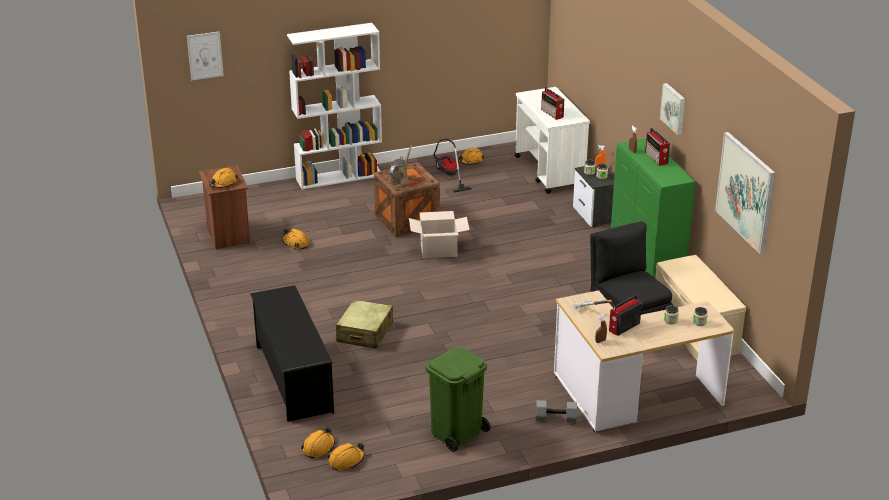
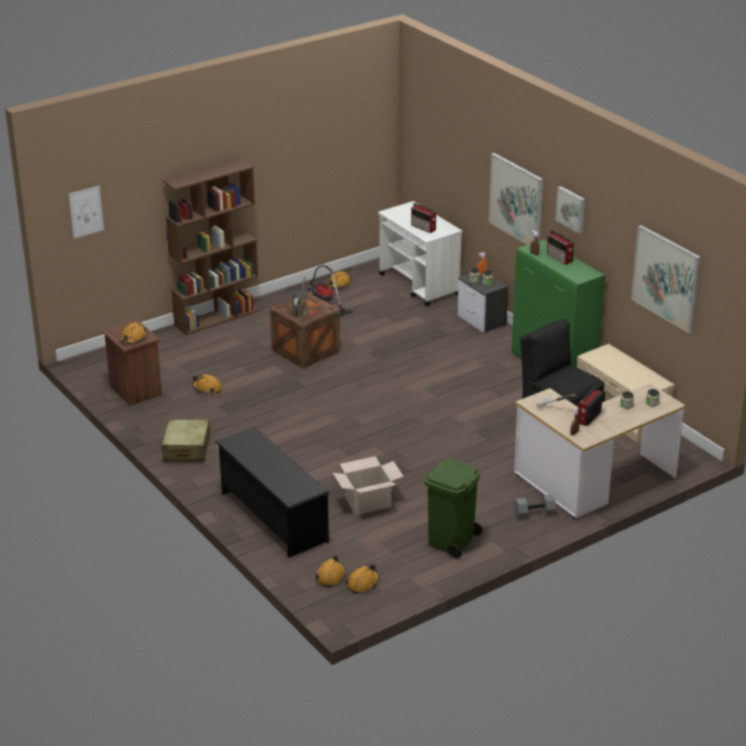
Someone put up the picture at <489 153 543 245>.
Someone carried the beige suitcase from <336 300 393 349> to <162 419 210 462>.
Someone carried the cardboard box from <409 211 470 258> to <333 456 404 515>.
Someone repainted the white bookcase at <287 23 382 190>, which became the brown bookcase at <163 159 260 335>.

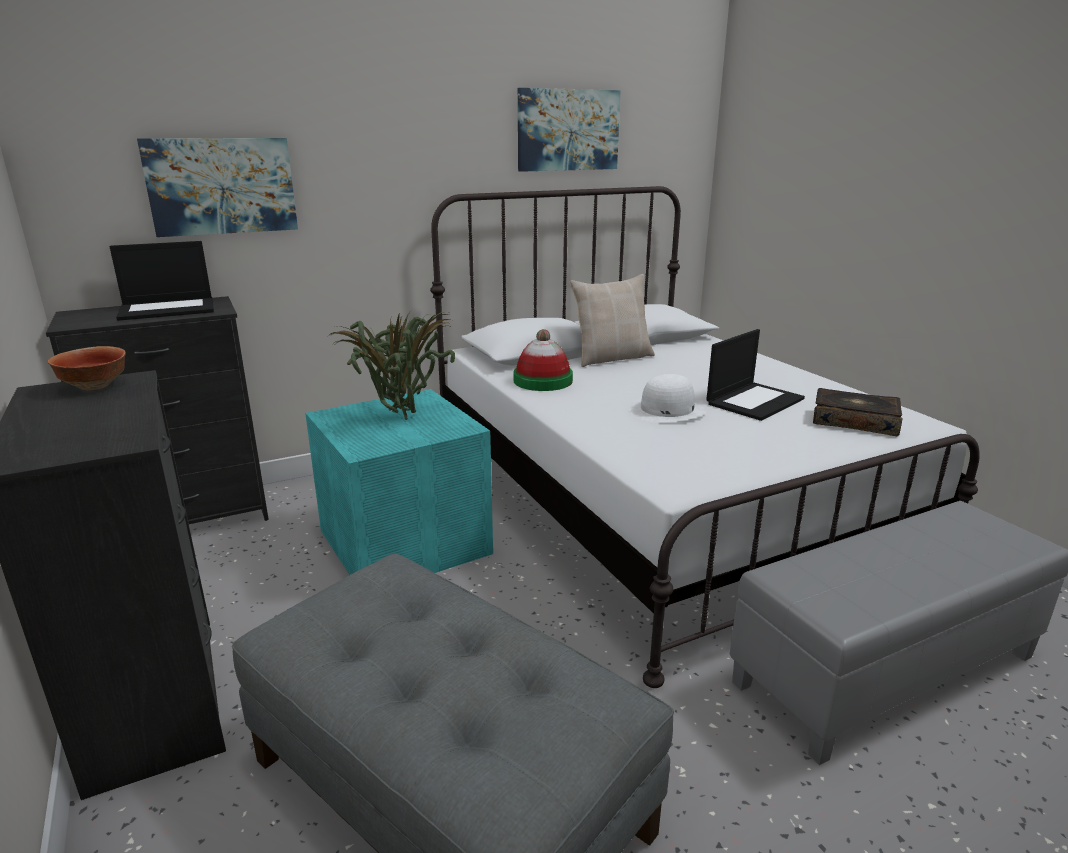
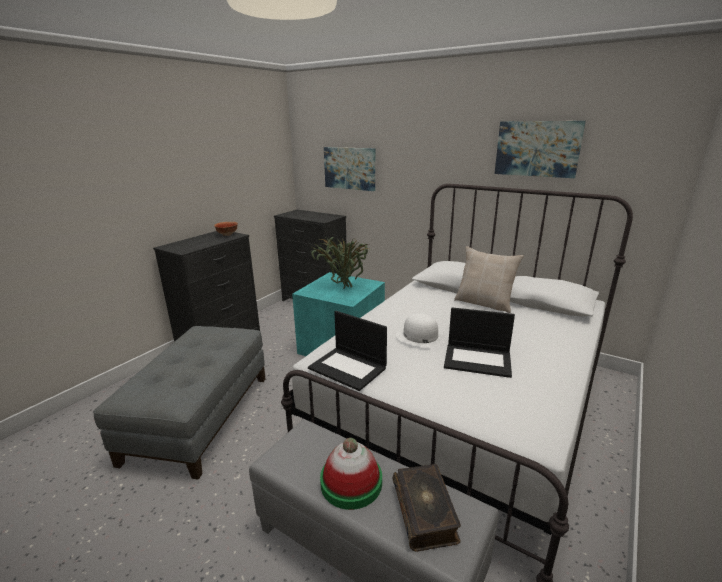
Someone carried the laptop from <110 241 214 321> to <308 311 387 391>.
Someone carried the hat from <513 329 573 391> to <320 438 382 510>.
Someone carried the book from <813 388 902 436> to <393 464 461 552>.

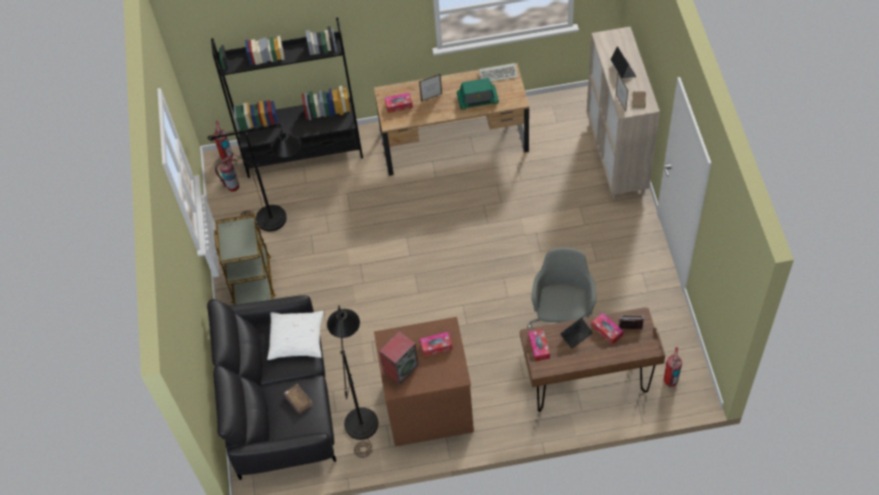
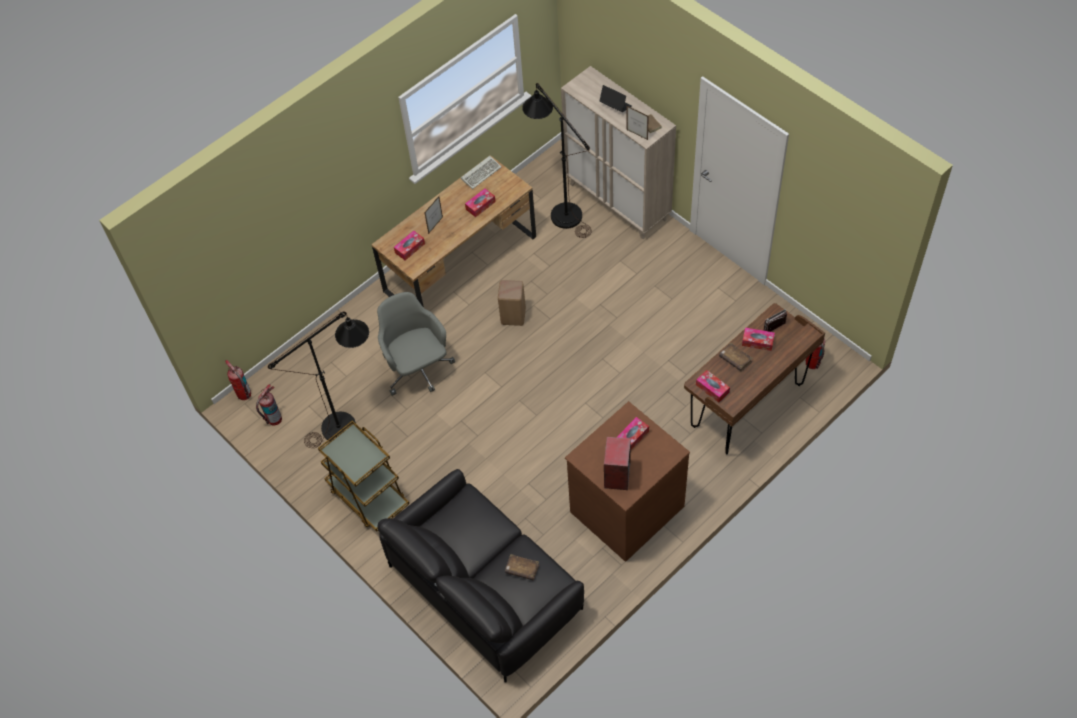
Someone took away the black bookcase at <211 17 363 178>.
Someone took away the white pillow at <267 311 324 360>.
Someone put down the beige stool at <498 280 526 326>.
Someone carried the black floor lamp from <327 305 378 458> to <522 83 592 238>.
Someone carried the grey office chair from <527 247 596 328> to <377 292 455 396>.
Someone swapped the radio at <457 78 499 110> for the tissue box at <465 188 496 217>.
Someone swapped the laptop at <560 315 593 349> for the brown book at <719 343 753 371>.

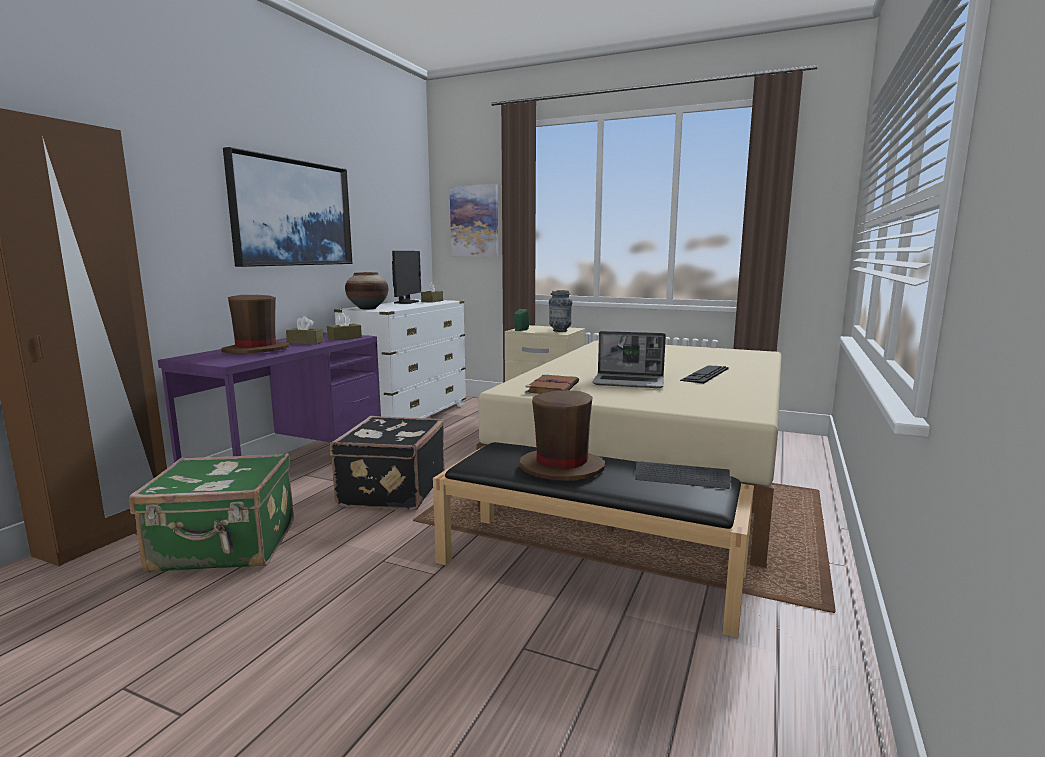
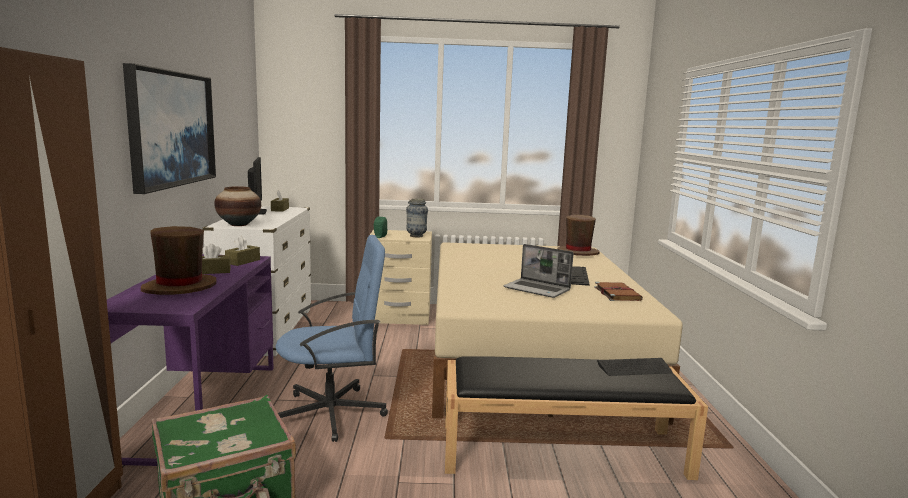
Someone took away the picture at <450 184 498 257>.
Someone carried the brown hat from <520 390 605 481> to <557 215 600 256>.
Someone carried the brown book from <525 374 579 394> to <594 282 643 301>.
Someone swapped the black suitcase at <330 416 445 511> for the blue office chair at <275 235 388 442>.
Someone rotated the laptop at <592 331 666 388> by 45 degrees clockwise.

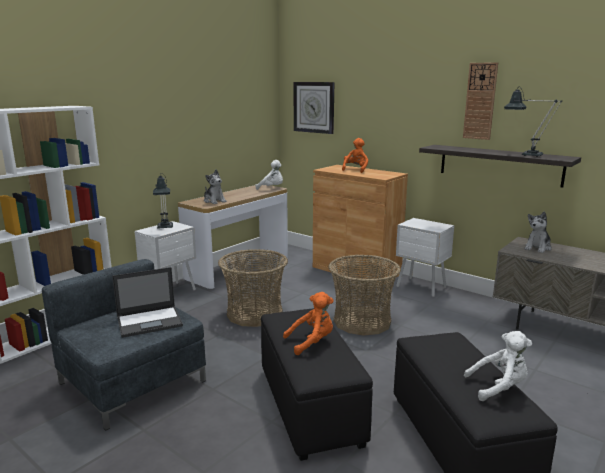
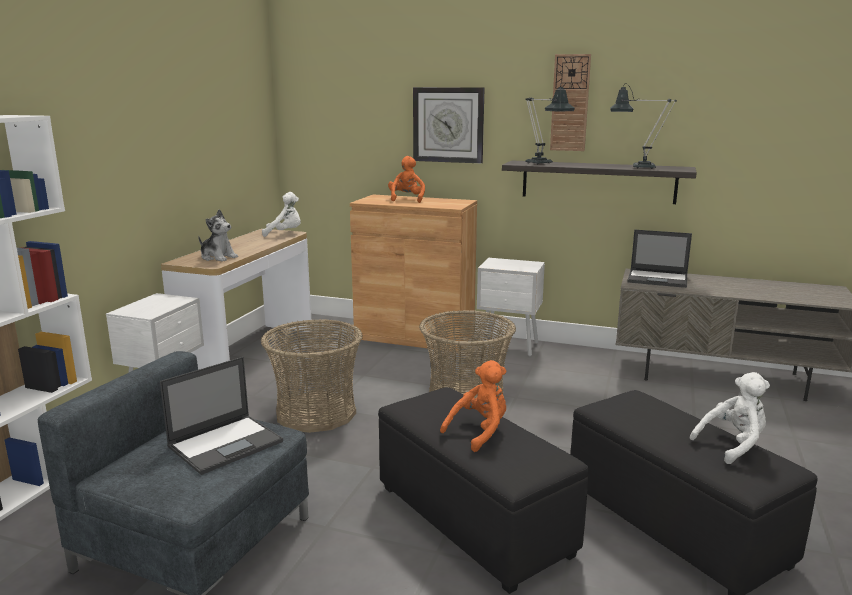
Someone carried the table lamp from <153 173 173 229> to <525 84 575 165>.
Someone carried the wall clock from <294 82 334 134> to <413 87 485 163>.
Someone swapped the plush toy at <525 211 552 253> for the laptop at <627 229 692 288>.

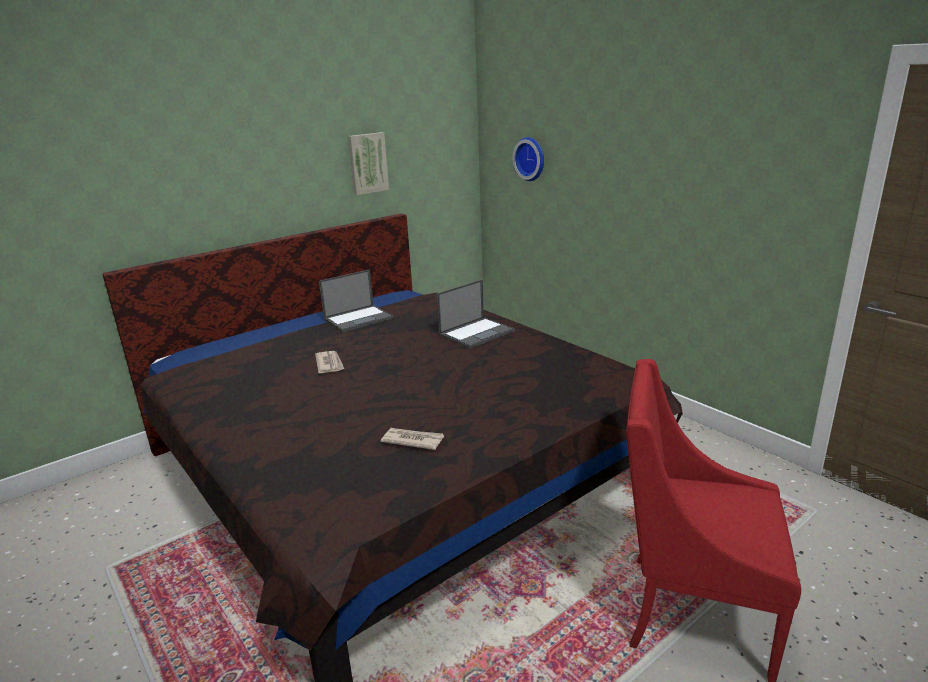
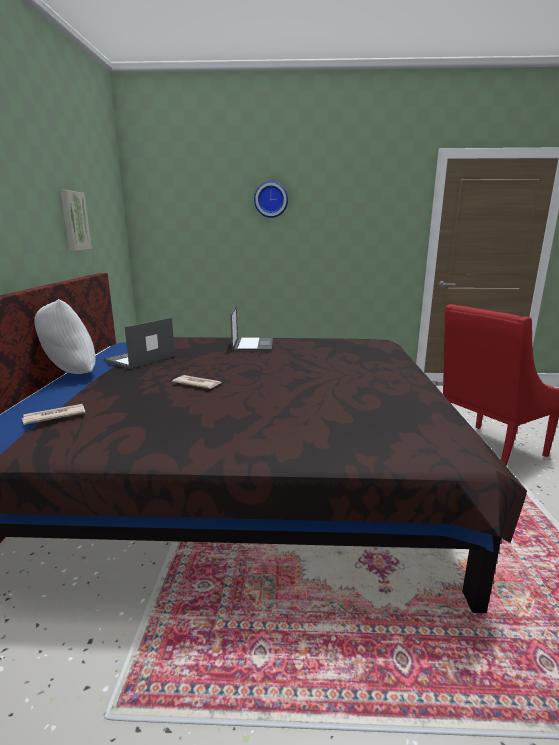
Someone put down the white pillow at <34 299 96 374>.
Someone carried the newspaper from <381 428 444 450> to <22 404 86 425>.
Someone carried the wall clock from <513 137 544 181> to <254 181 288 218>.
Someone rotated the laptop at <319 269 393 333> by 150 degrees counterclockwise.

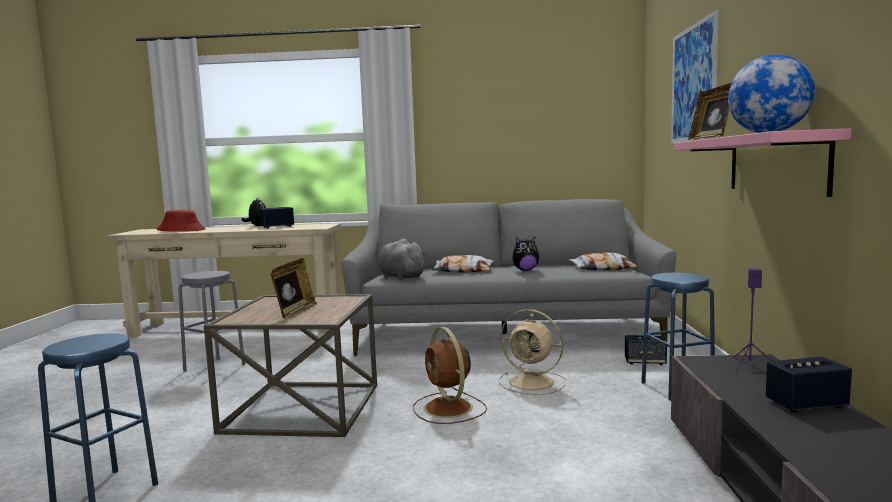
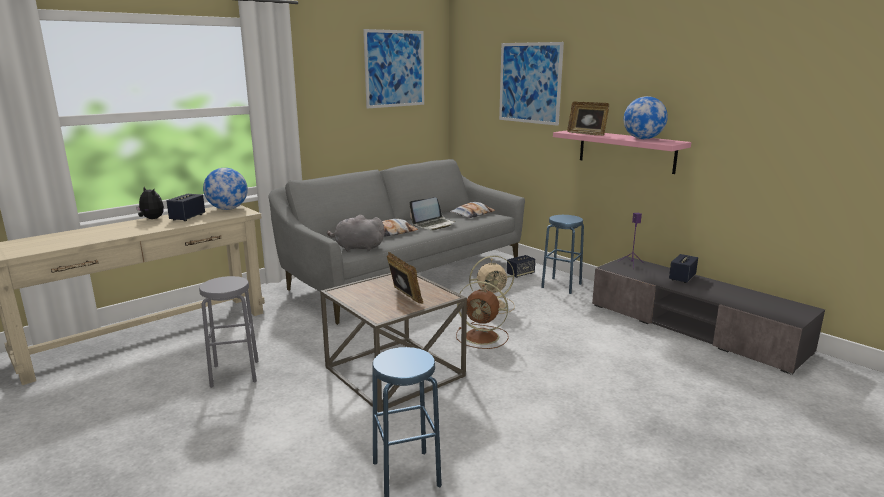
Someone took away the red hat at <156 210 206 232>.
Someone put down the globe at <203 168 248 210>.
Someone put up the picture at <363 29 424 109>.
Someone swapped the plush toy at <513 237 539 271> for the laptop at <410 197 455 231>.

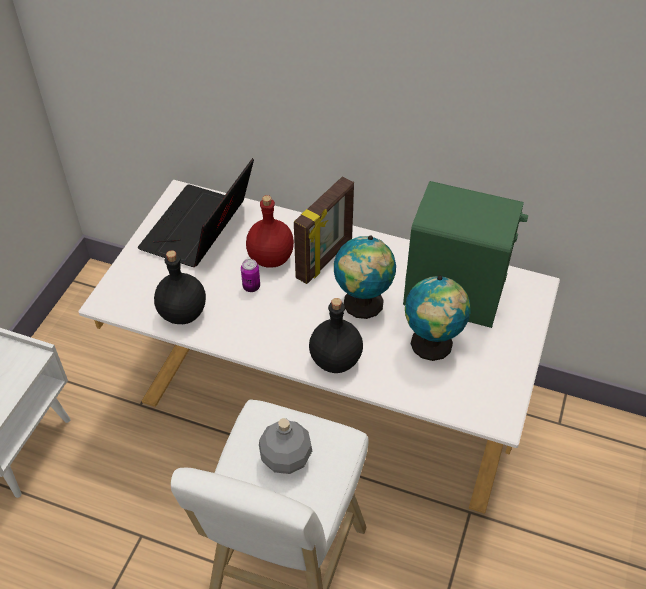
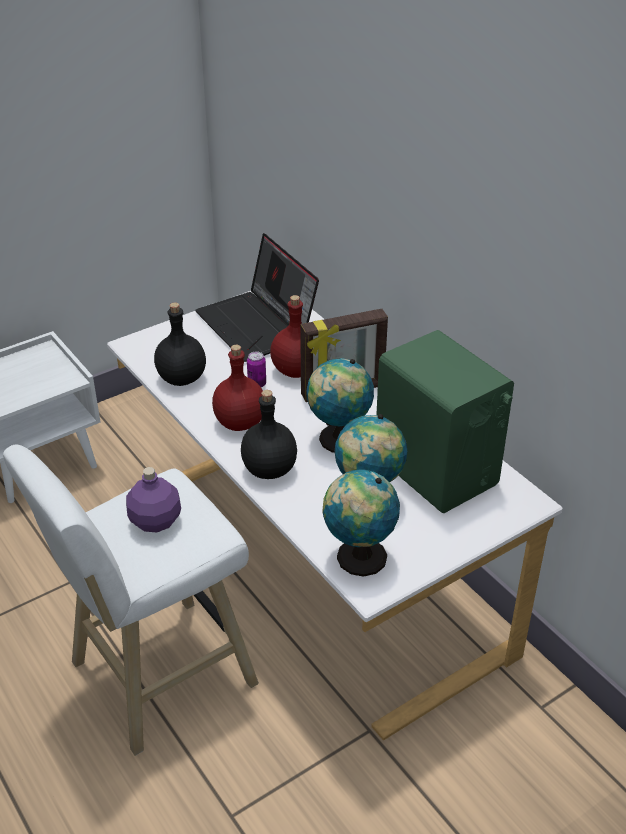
Someone put down the red bottle at <212 345 263 431>.
Someone put down the globe at <322 470 400 577>.
Someone repainted the grey bottle at <259 418 312 474>, which became the purple bottle at <126 467 181 532>.
Someone rotated the laptop at <138 158 254 267> by 90 degrees counterclockwise.

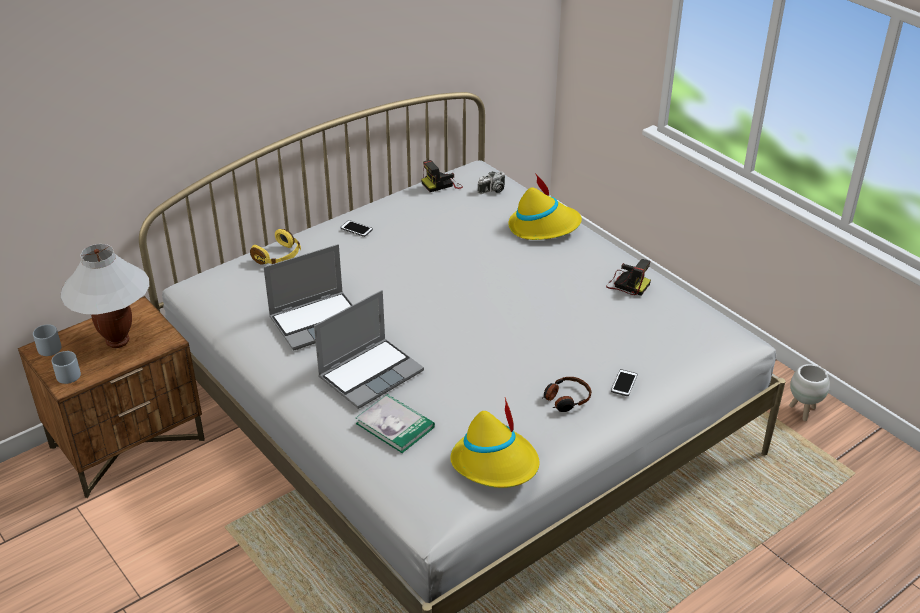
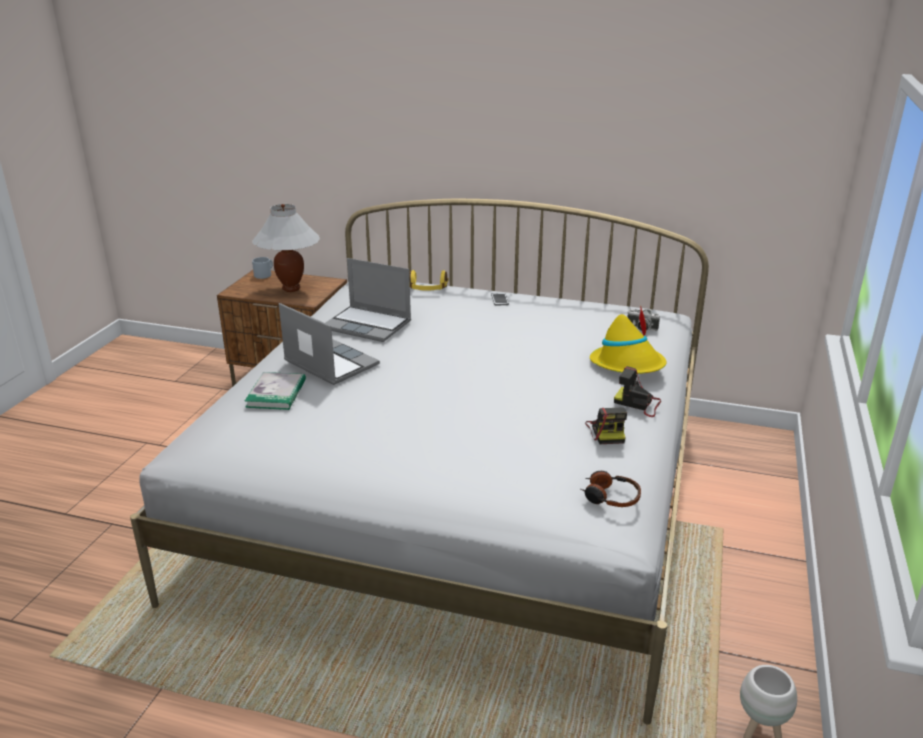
Someone took away the grey mug at <52 351 81 384>.
Someone took away the yellow hat at <450 397 540 488>.
Someone took away the phone at <611 369 637 396>.
Someone carried the photo camera from <421 160 463 192> to <614 366 661 417>.
Someone carried the headphones from <542 377 591 412> to <581 471 641 507>.
Someone rotated the laptop at <314 290 424 409> by 150 degrees counterclockwise.

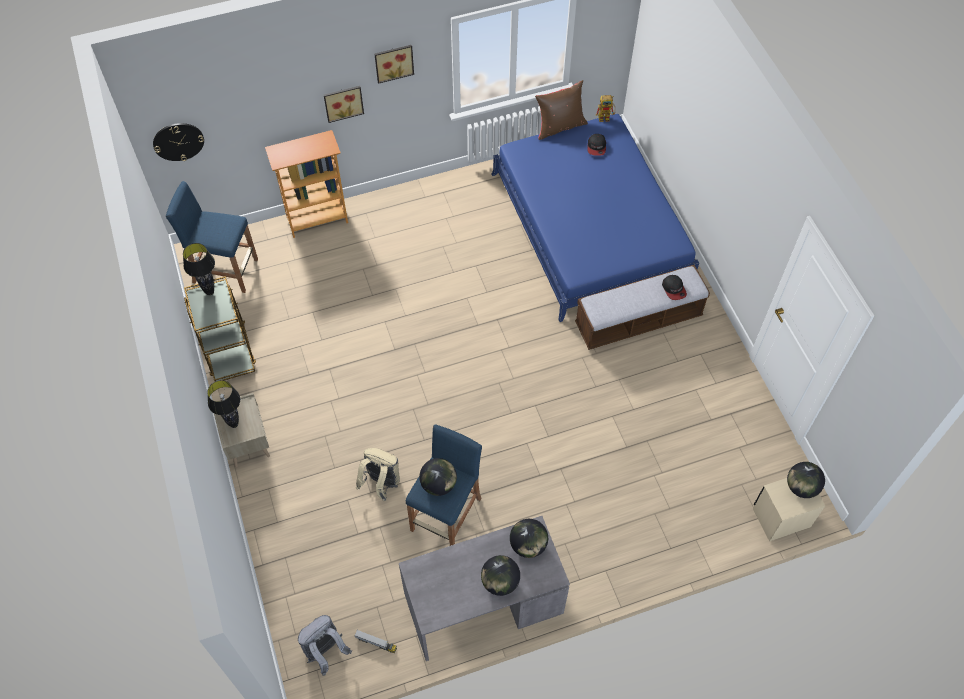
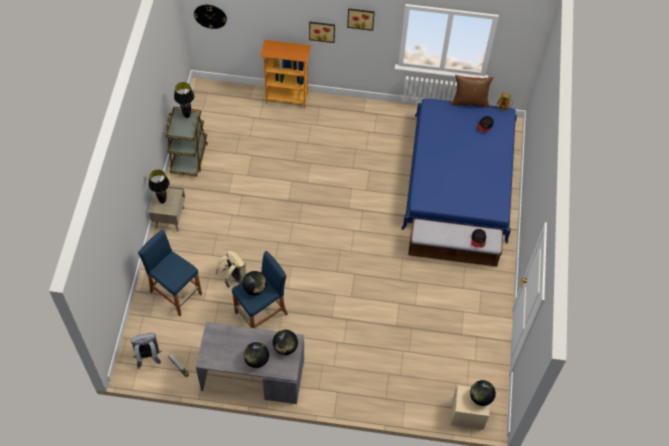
Someone carried the blue stool from <166 181 258 293> to <138 230 202 316>.

